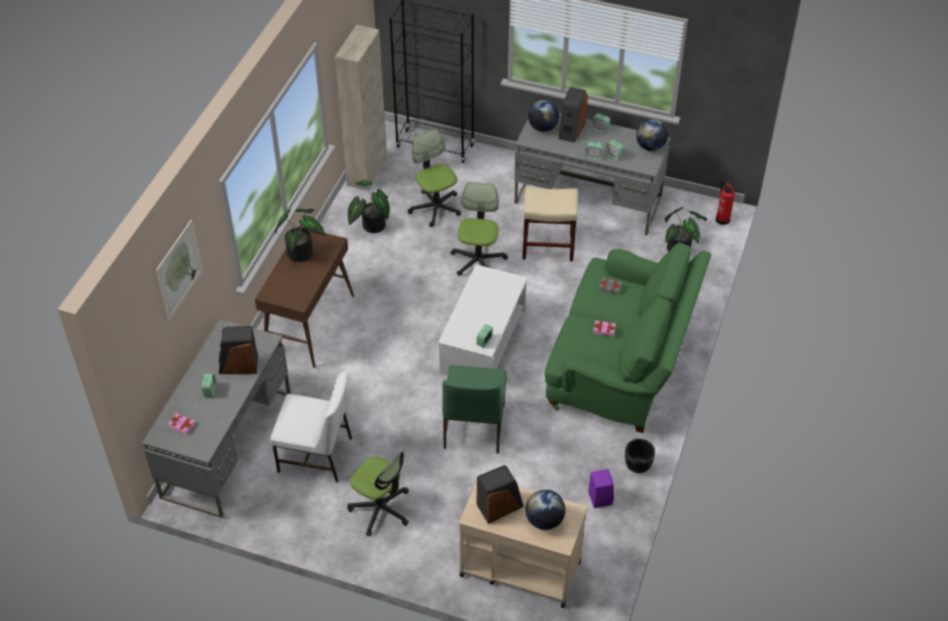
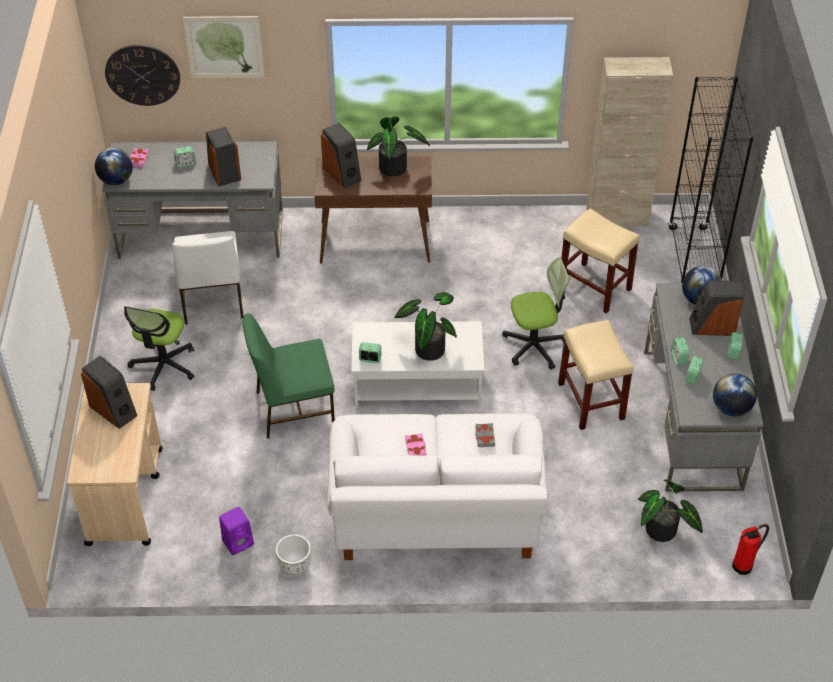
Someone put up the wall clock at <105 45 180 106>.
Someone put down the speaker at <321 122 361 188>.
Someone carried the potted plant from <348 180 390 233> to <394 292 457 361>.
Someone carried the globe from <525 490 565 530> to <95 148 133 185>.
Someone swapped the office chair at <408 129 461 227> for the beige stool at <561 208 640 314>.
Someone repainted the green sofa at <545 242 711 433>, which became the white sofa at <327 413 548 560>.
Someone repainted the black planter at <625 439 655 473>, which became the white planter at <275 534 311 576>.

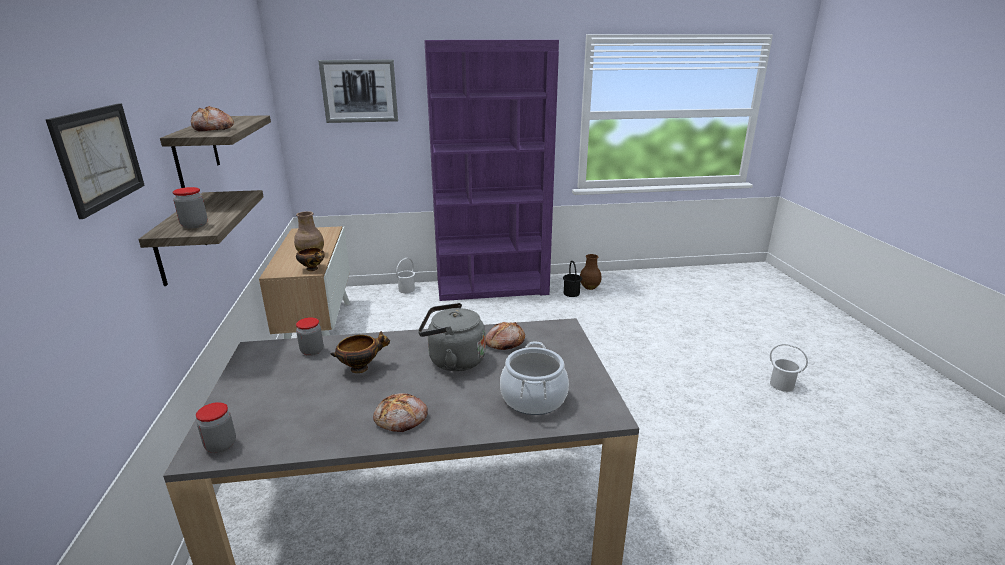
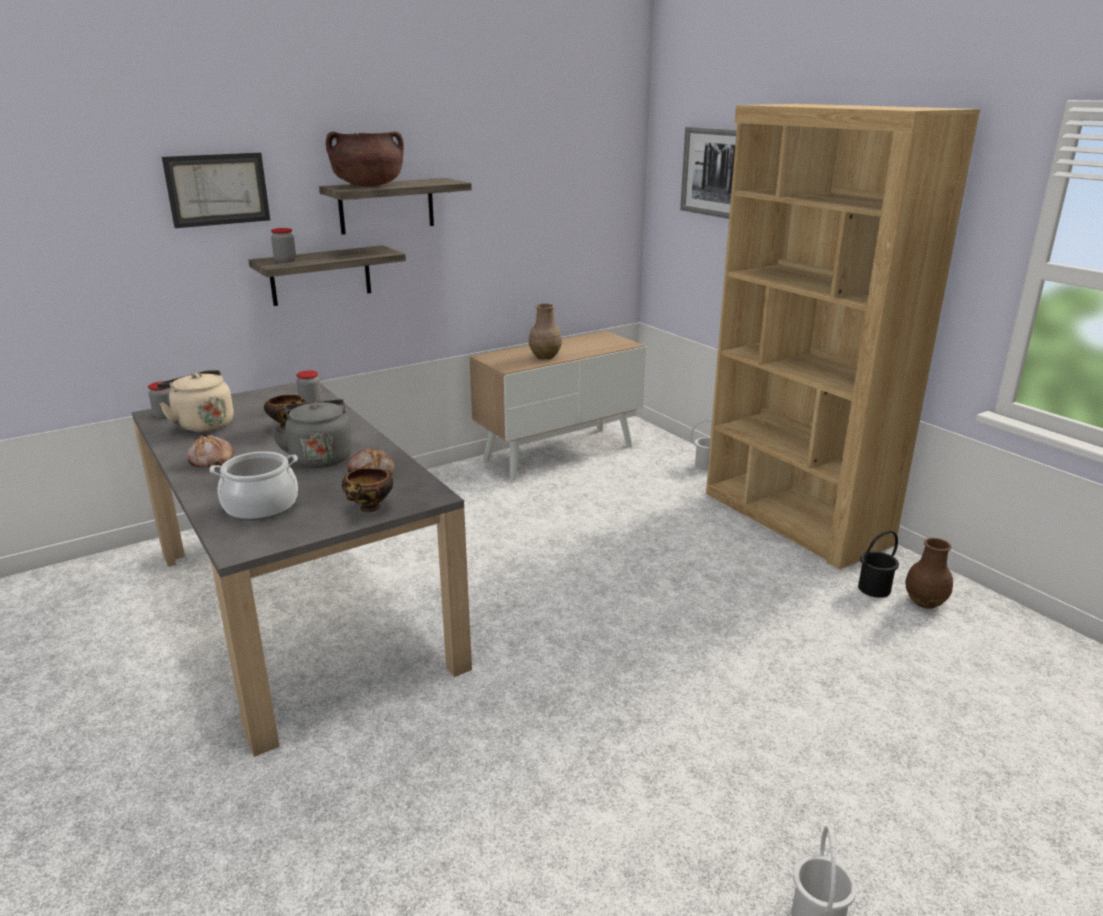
Someone put down the beige kettle at <157 370 234 433>.
Someone carried the bowl from <296 248 324 271> to <342 468 393 513>.
Someone swapped the bread at <191 106 234 132> for the brown cooking pot at <326 131 404 187>.
Someone repainted the purple bookcase at <424 40 559 301>, which became the brown bookcase at <706 104 980 569>.

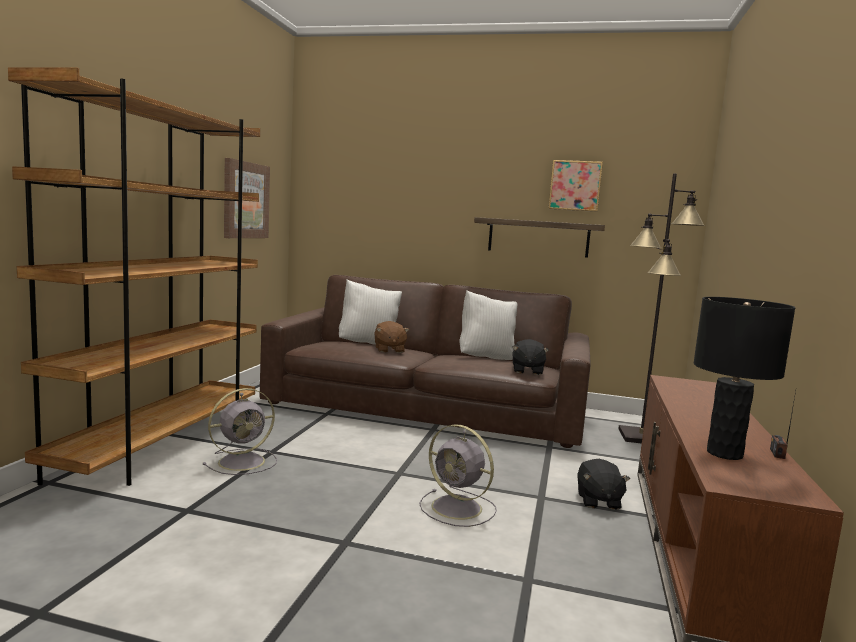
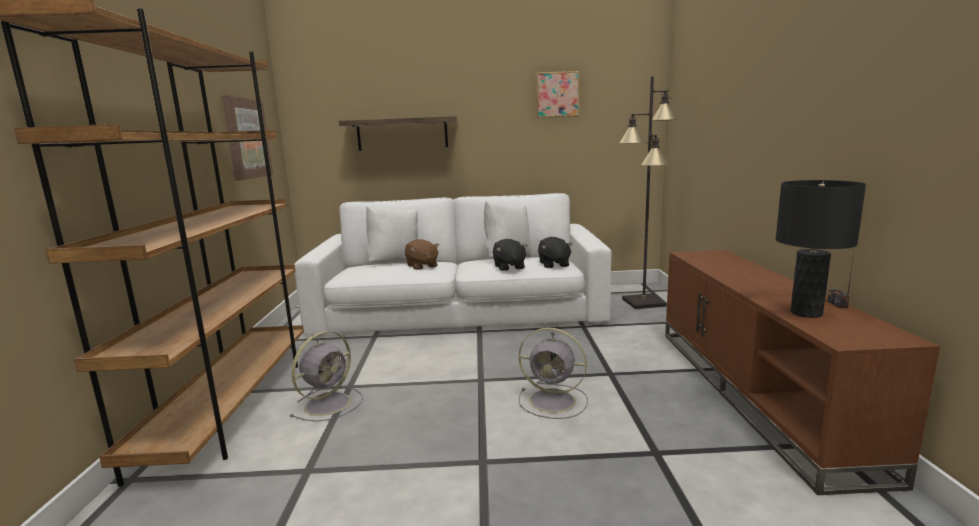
Someone carried the shelf from <474 217 605 258> to <339 116 458 151>.
Someone carried the black plush toy from <577 459 630 510> to <492 239 528 271>.
Someone repainted the brown sofa at <260 275 591 448>, which became the white sofa at <294 193 611 338>.

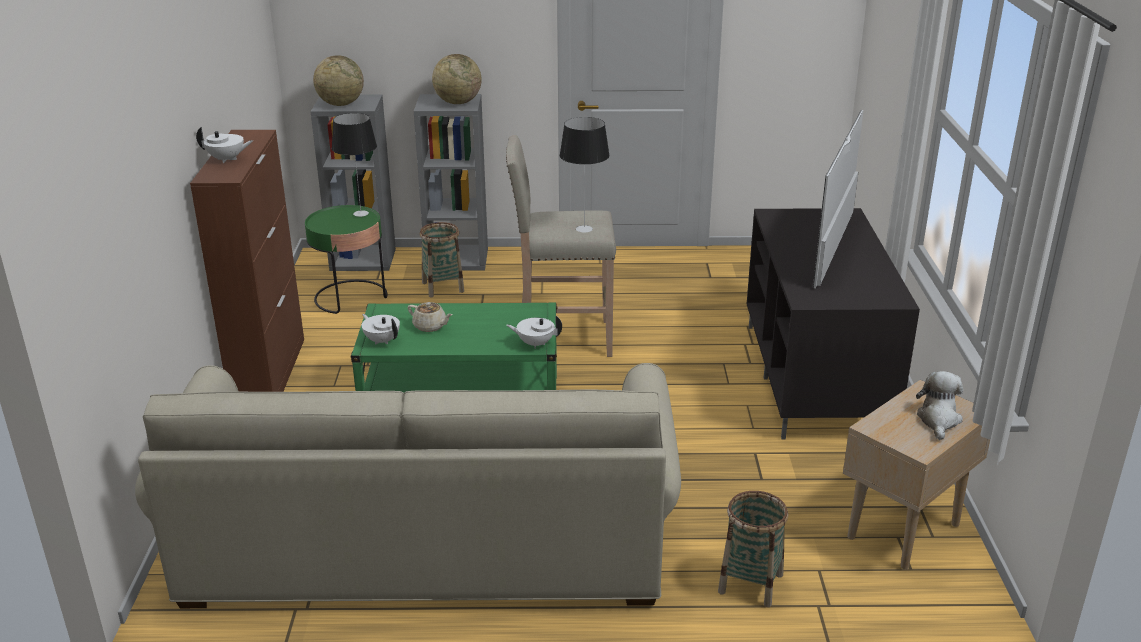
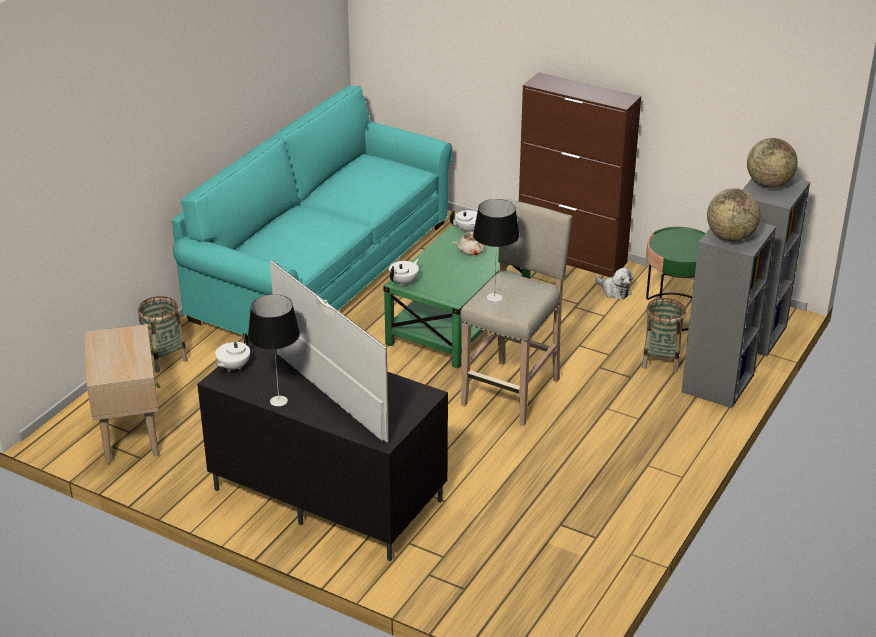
Someone carried the white teapot from <196 127 253 163> to <215 333 250 372>.
Someone carried the table lamp from <332 113 377 217> to <248 294 300 406>.
Someone carried the plush toy from <916 371 963 440> to <595 268 634 299>.
Someone repainted the beige sofa at <135 363 681 608>, which became the turquoise sofa at <172 86 453 335>.

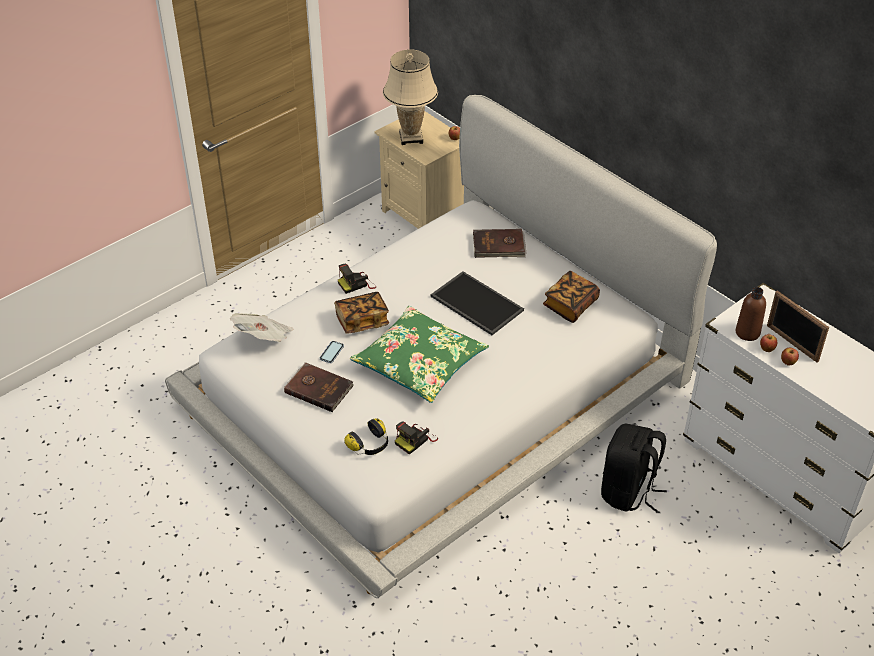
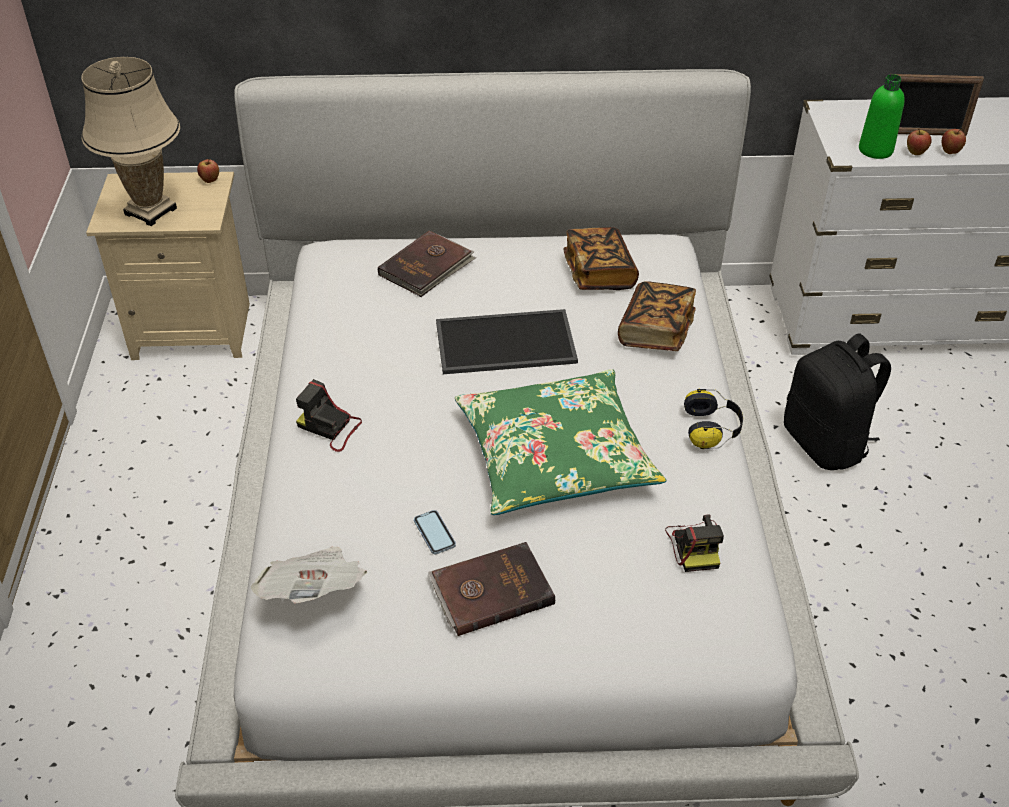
Someone carried the book from <334 292 389 334> to <618 281 696 351>.
Someone carried the headphones from <344 418 388 455> to <684 389 743 449>.
Someone repainted the brown bottle at <736 287 766 341>, which became the green bottle at <859 74 905 159>.
Someone rotated the photo camera at <338 263 376 294> by 105 degrees clockwise.

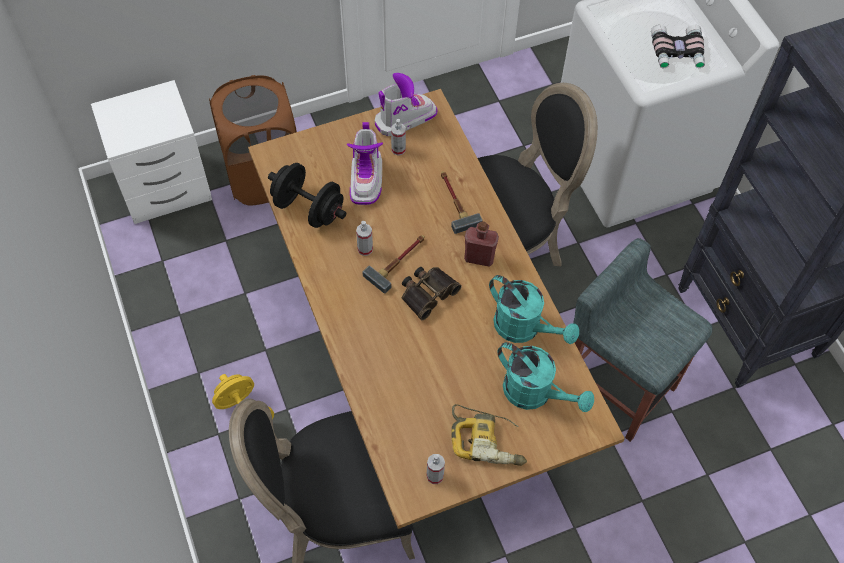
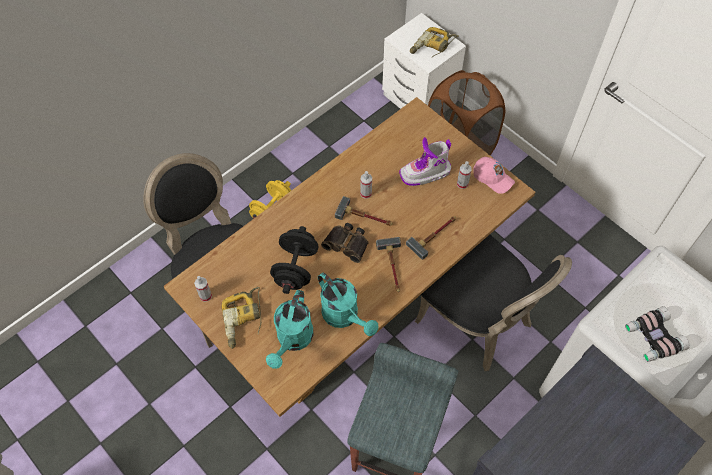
Someone put down the power drill at <410 27 458 57>.
Someone carried the black dumbbell from <268 163 346 228> to <270 226 318 294>.
Someone swapped the boot at <375 73 438 136> for the pink cap at <473 157 515 194>.
Someone swapped the red bottle at <464 221 499 267> for the hammer at <376 237 401 292>.
Someone rotated the turquoise watering can at <489 275 579 344> by 60 degrees counterclockwise.

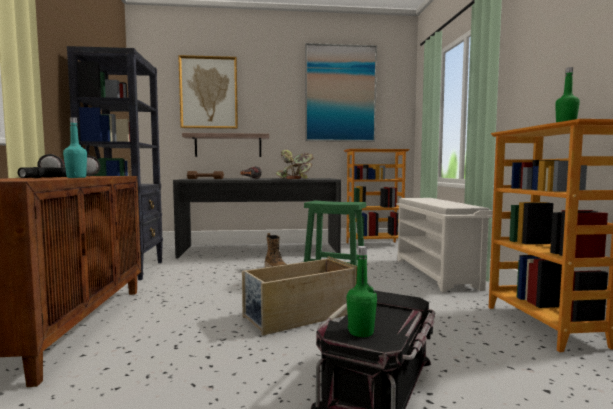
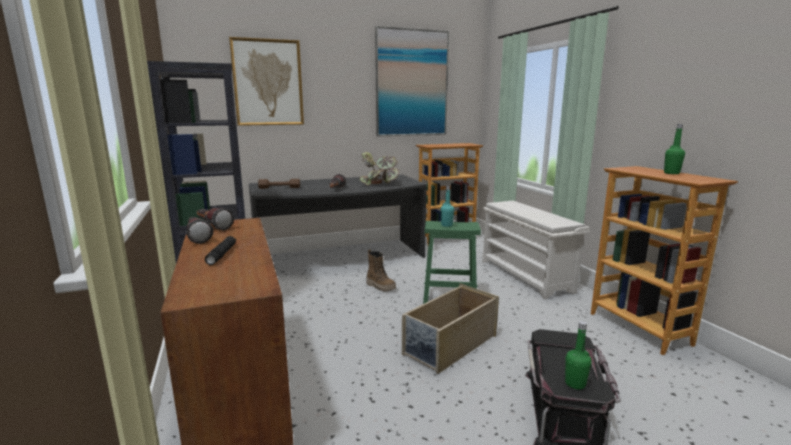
Someone took away the shelf at <182 133 269 157>.
Someone carried the turquoise bottle from <63 117 87 178> to <440 186 454 227>.

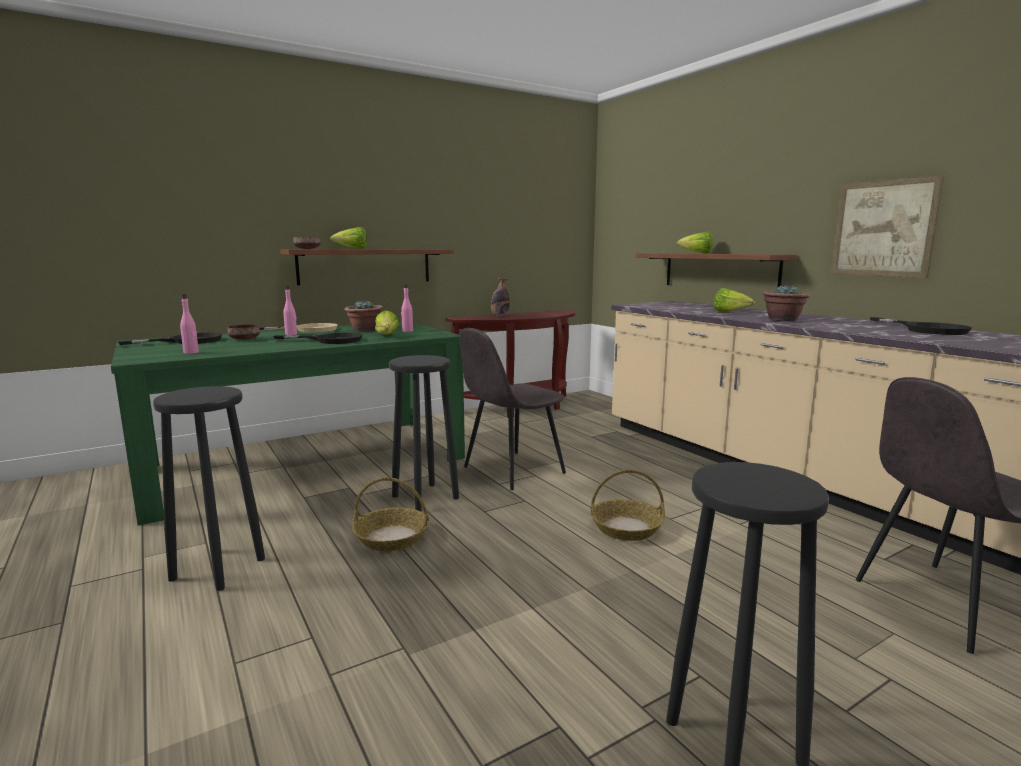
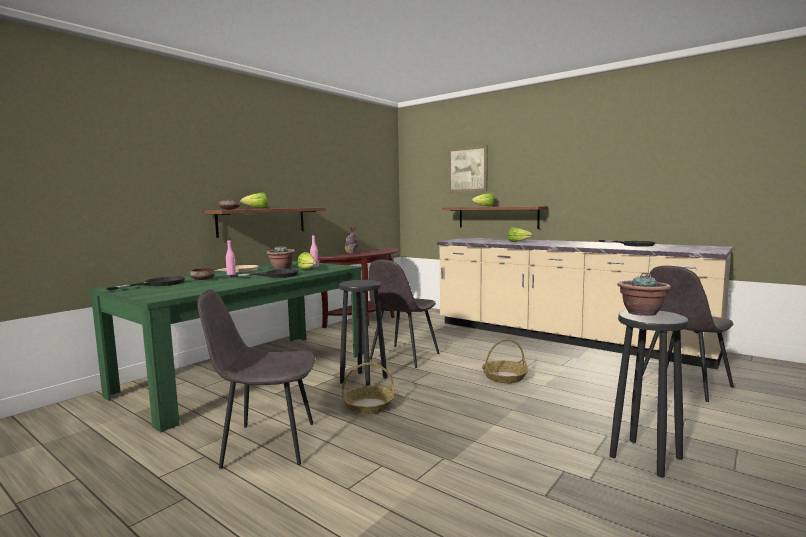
Someone took away the pink bottle at <180 293 199 354>.
Someone carried the potted plant from <762 284 810 322> to <617 275 671 316>.
Someone carried the picture from <831 175 944 278> to <448 145 488 193>.
Someone swapped the black stool at <153 386 265 591> for the grey chair at <197 289 315 469>.

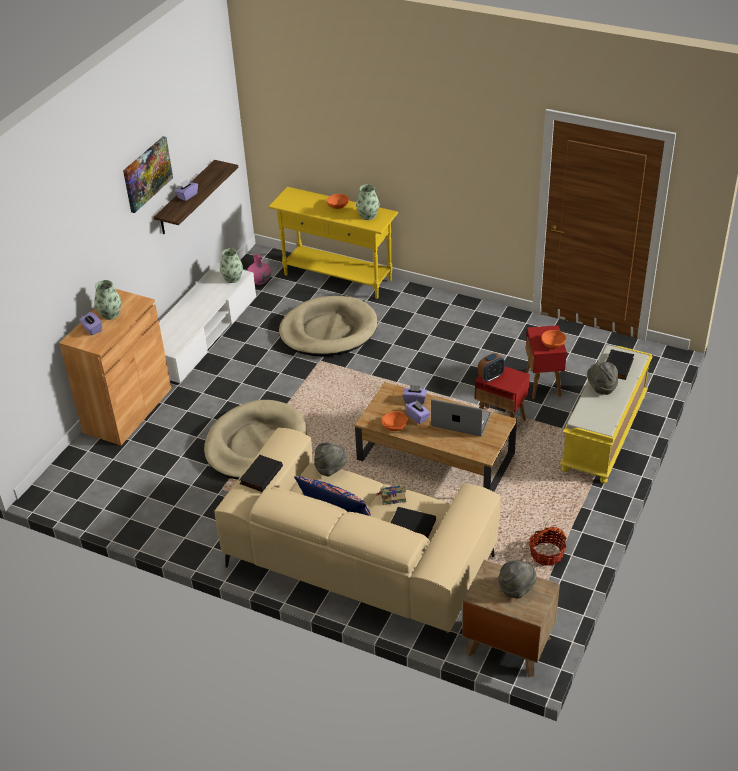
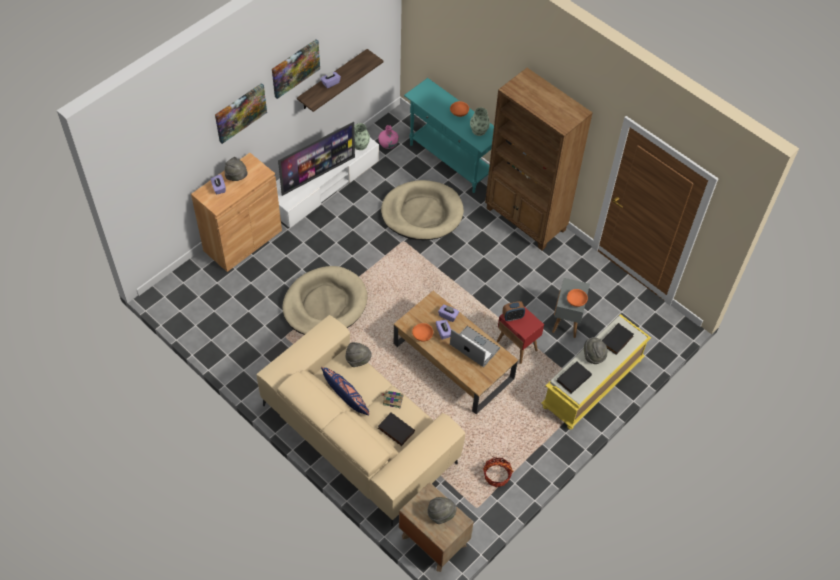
Someone put up the picture at <215 83 267 144>.
Someone put down the television at <278 122 355 196>.
Someone put down the brown bookcase at <485 68 593 250>.
Someone carried the black book from <239 455 283 492> to <557 361 592 393>.
Someone swapped the vase at <94 280 121 320> for the grey hat at <225 157 248 181>.
Someone repainted the yellow console table at <268 187 398 299>, which became the turquoise console table at <404 78 494 193>.
Someone repainted the red side table at <525 325 567 399>, which became the grey side table at <552 278 590 338>.

